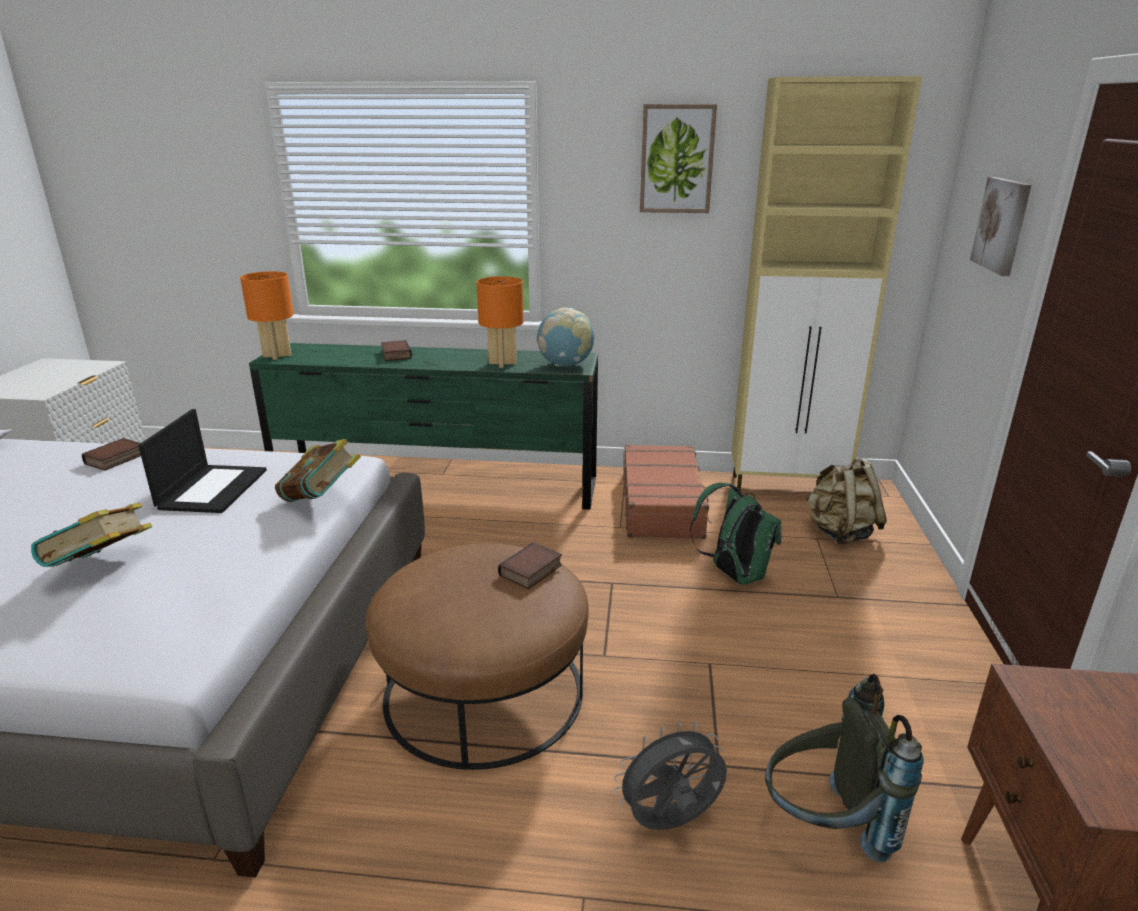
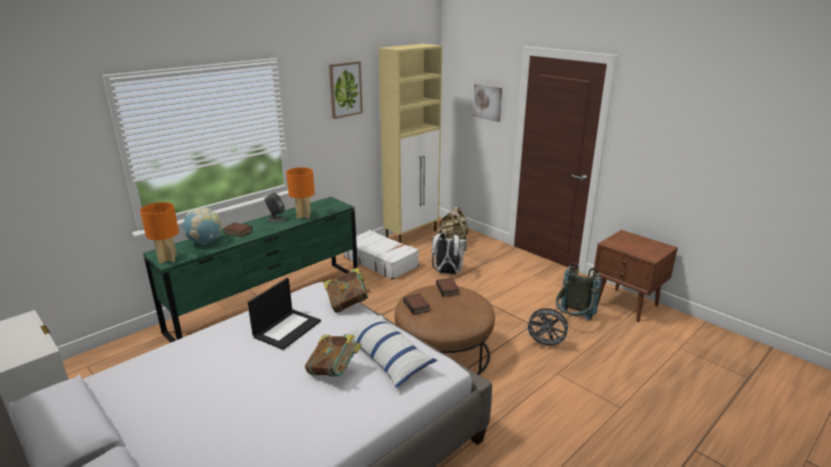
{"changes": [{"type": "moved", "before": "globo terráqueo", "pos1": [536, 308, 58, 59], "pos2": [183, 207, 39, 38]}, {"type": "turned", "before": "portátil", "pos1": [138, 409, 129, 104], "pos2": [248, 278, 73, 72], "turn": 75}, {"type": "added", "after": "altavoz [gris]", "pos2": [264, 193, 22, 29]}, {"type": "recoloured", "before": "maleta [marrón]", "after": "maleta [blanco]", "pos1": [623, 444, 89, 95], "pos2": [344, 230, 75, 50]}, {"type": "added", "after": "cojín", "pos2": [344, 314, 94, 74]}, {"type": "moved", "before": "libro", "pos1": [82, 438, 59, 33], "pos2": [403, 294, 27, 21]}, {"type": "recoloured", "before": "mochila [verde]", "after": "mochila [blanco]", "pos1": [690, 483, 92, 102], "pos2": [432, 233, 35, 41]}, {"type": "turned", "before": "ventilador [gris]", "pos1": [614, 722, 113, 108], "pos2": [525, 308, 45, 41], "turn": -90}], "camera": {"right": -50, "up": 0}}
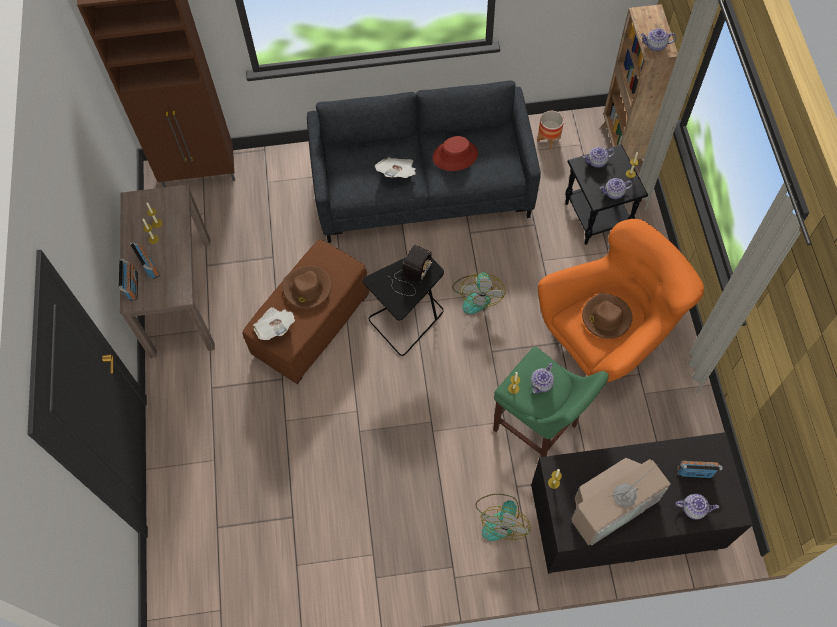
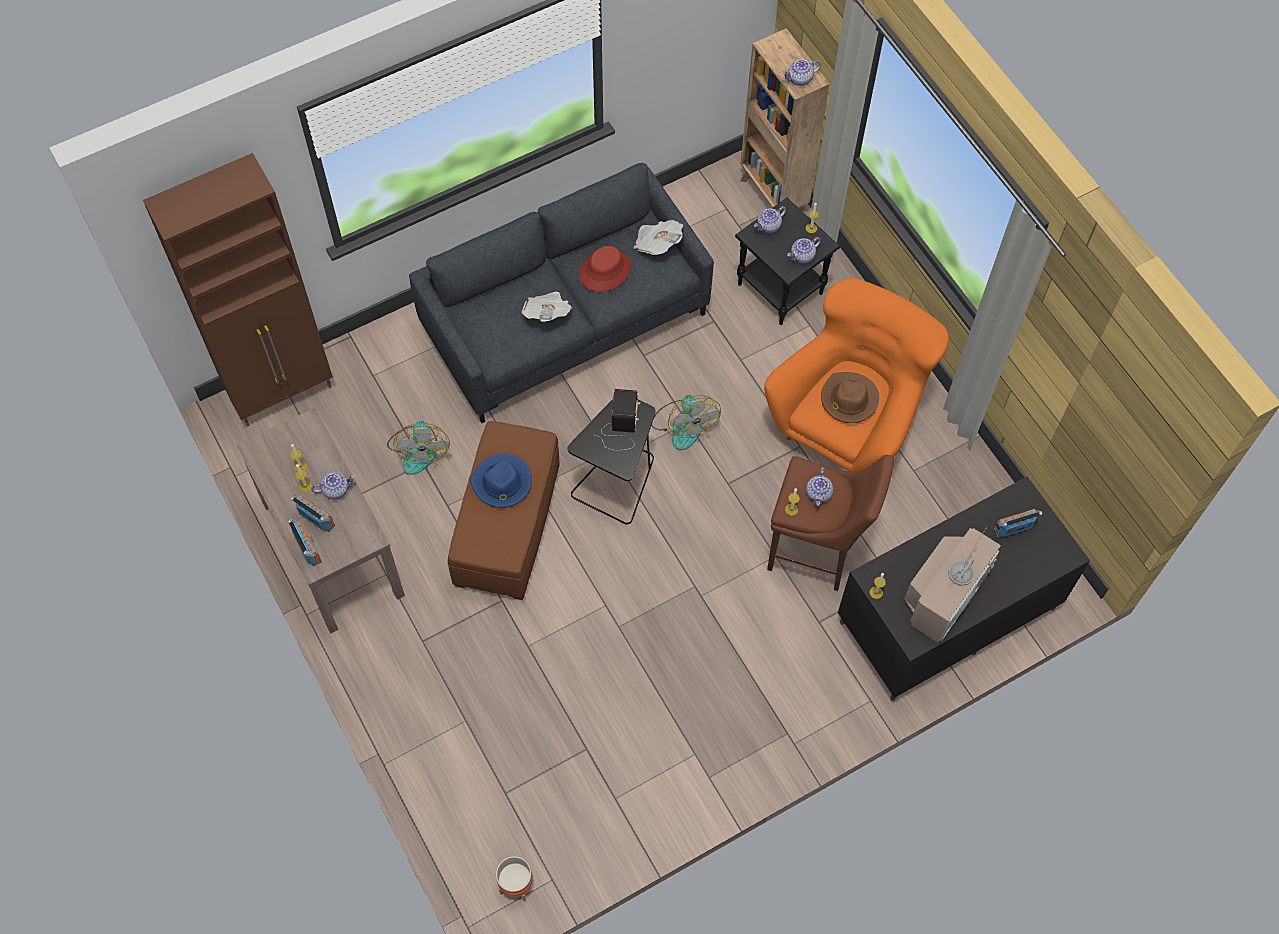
{"changes": [{"type": "moved", "before": "tetera", "pos1": [675, 494, 44, 26], "pos2": [311, 472, 45, 28]}, {"type": "moved", "before": "ventilador", "pos1": [475, 494, 56, 47], "pos2": [387, 421, 63, 54]}, {"type": "recoloured", "before": "sombrero [marrón]", "after": "sombrero [azul]", "pos1": [283, 265, 48, 44], "pos2": [470, 453, 62, 55]}, {"type": "moved", "before": "maceta", "pos1": [537, 111, 27, 38], "pos2": [496, 856, 37, 45]}, {"type": "moved", "before": "periódico", "pos1": [253, 307, 42, 33], "pos2": [634, 220, 49, 35]}, {"type": "recoloured", "before": "taburete [verde]", "after": "taburete [marrón]", "pos1": [493, 346, 116, 111], "pos2": [767, 455, 127, 136]}], "camera": {"right": -25, "up": 0}}
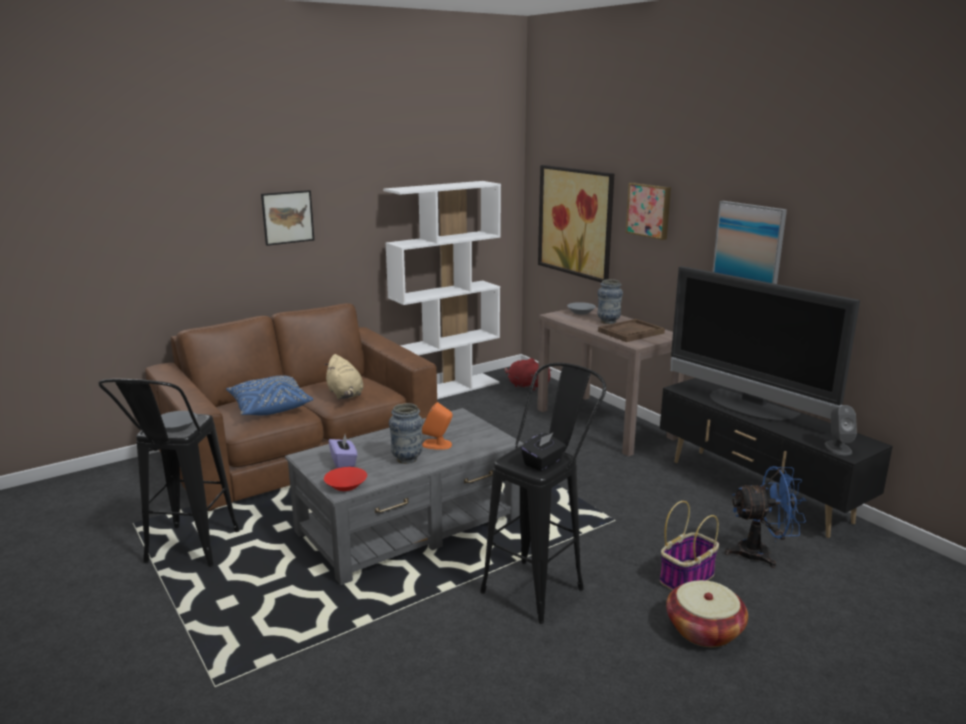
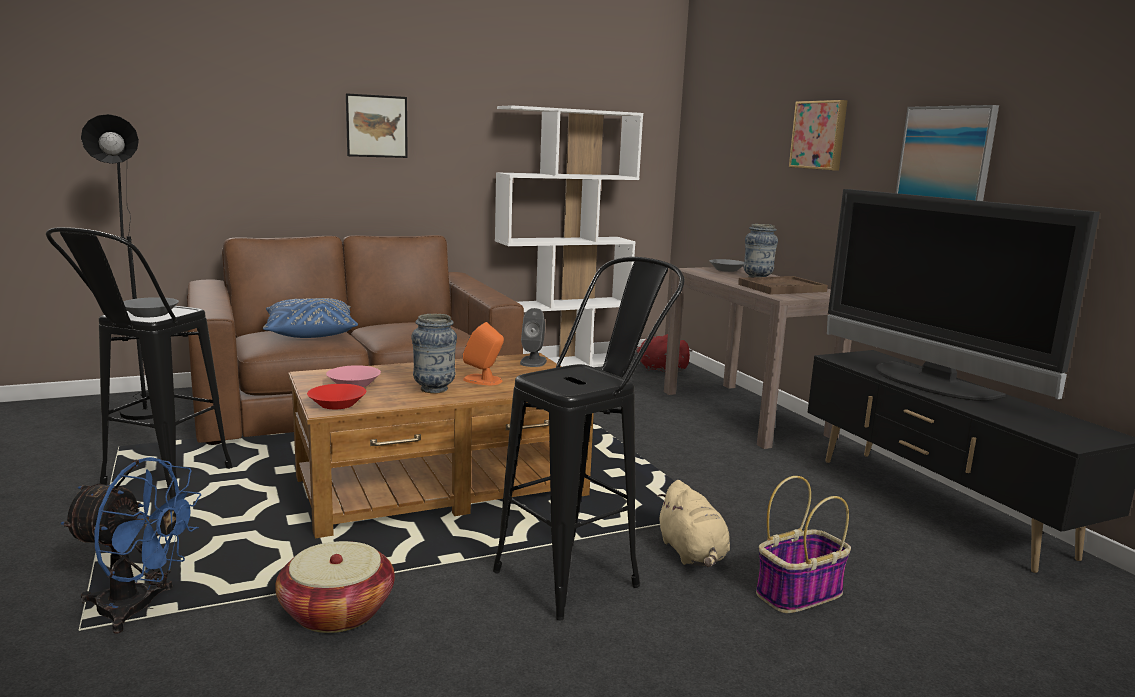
{"changes": [{"type": "moved", "before": "ventilador [azul]", "pos1": [724, 466, 83, 102], "pos2": [61, 457, 141, 177]}, {"type": "added", "after": "lámpara de pie [negro]", "pos2": [81, 114, 72, 306]}, {"type": "moved", "before": "cesta", "pos1": [666, 580, 82, 67], "pos2": [275, 541, 120, 92]}, {"type": "recoloured", "before": "mesa de centro [gris]", "after": "mesa de centro [marrón]", "pos1": [285, 408, 239, 177], "pos2": [289, 353, 305, 185]}, {"type": "replaced", "before": "caja de pañuelos [morado]", "after": "cuenco [rosa]", "pos1": [329, 435, 29, 33], "pos2": [326, 365, 55, 22]}, {"type": "moved", "before": "altavoz [gris]", "pos1": [825, 405, 32, 50], "pos2": [520, 308, 27, 59]}, {"type": "moved", "before": "peluche [beis]", "pos1": [325, 354, 38, 45], "pos2": [657, 480, 73, 87]}, {"type": "removed", "before": "caja de pañuelos [negro]", "pos1": [521, 433, 45, 38]}, {"type": "removed", "before": "cuadro", "pos1": [538, 165, 76, 118]}], "camera": {"right": 10, "up": -5}}
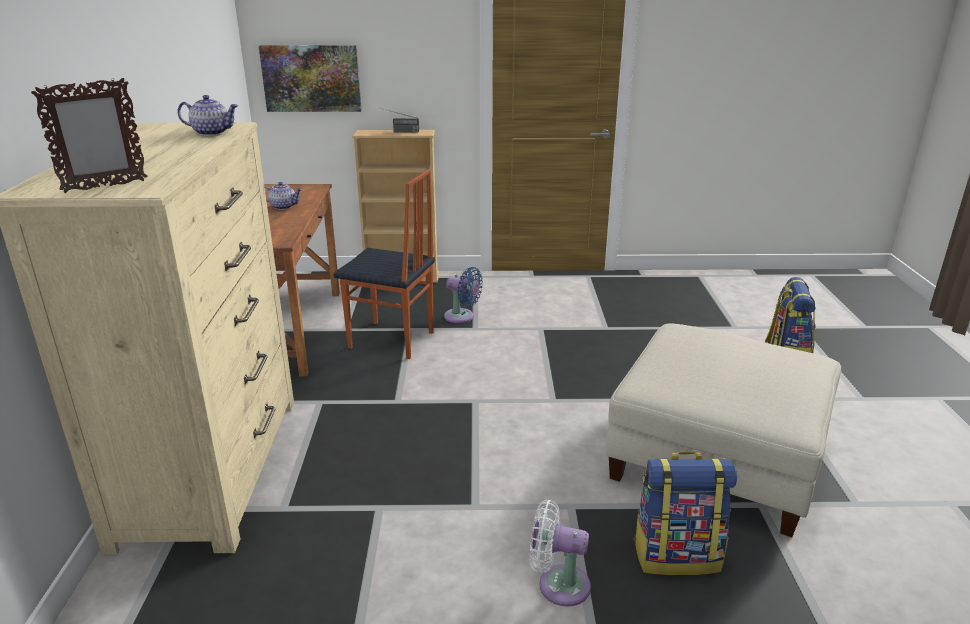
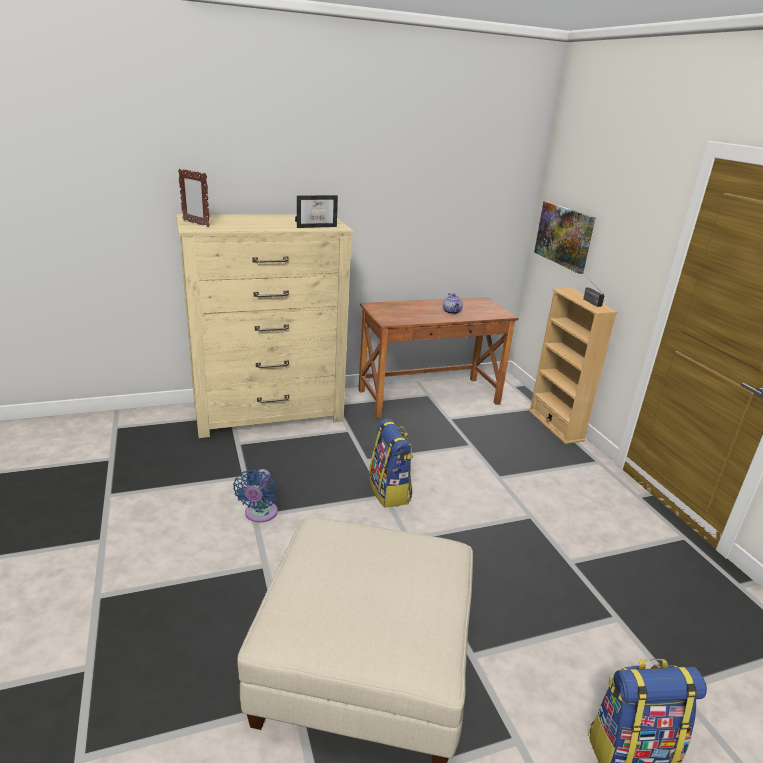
{"changes": [{"type": "moved", "before": "ventilador [azul]", "pos1": [444, 267, 39, 56], "pos2": [233, 469, 45, 53]}, {"type": "replaced", "before": "tetera", "after": "portarretratos", "pos1": [178, 95, 60, 41], "pos2": [295, 195, 43, 33]}, {"type": "moved", "before": "mochila", "pos1": [634, 452, 103, 123], "pos2": [369, 419, 44, 89]}, {"type": "removed", "before": "silla", "pos1": [333, 169, 102, 190]}, {"type": "removed", "before": "ventilador [blanco]", "pos1": [530, 500, 61, 107]}], "camera": {"right": 70, "up": 0}}
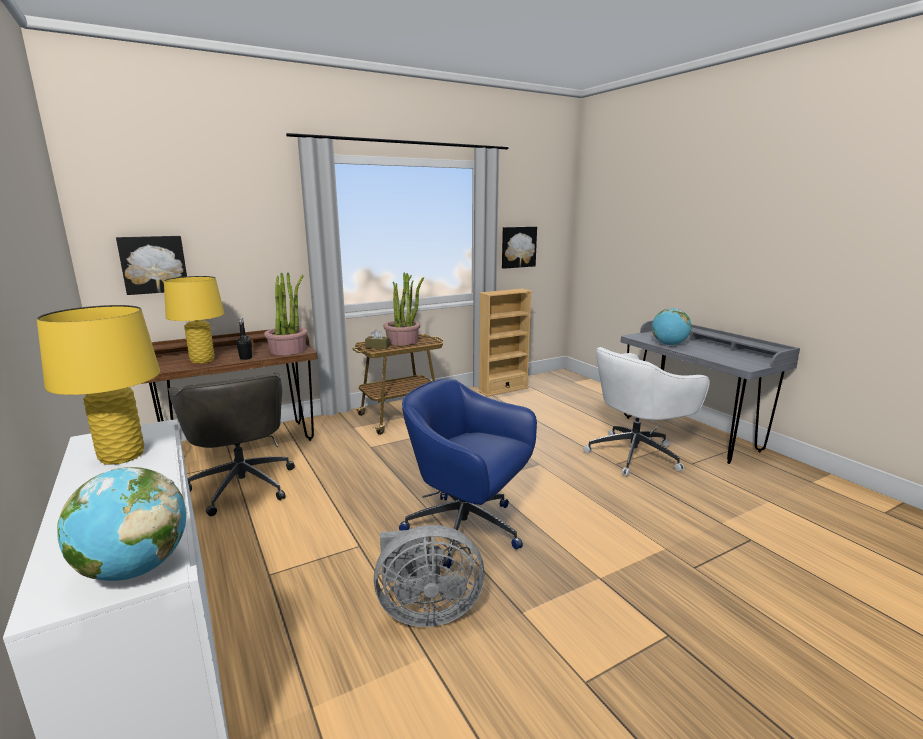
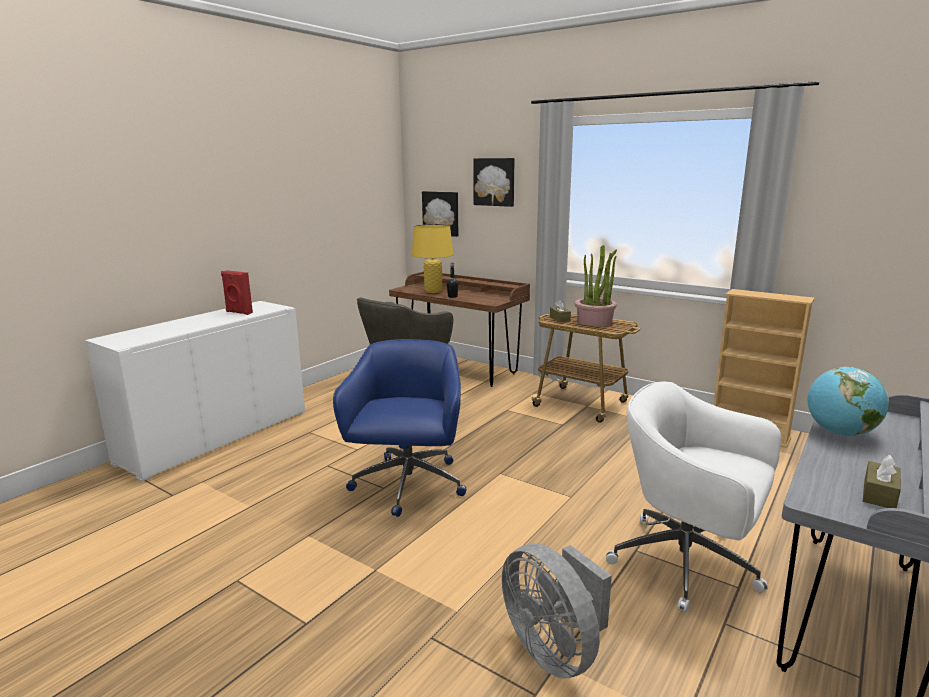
{"changes": [{"type": "replaced", "before": "lámpara de mesa [amarillo]", "after": "altavoz [rojo]", "pos1": [37, 305, 123, 159], "pos2": [221, 270, 32, 45]}, {"type": "moved", "before": "cuadro", "pos1": [502, 226, 35, 43], "pos2": [473, 158, 42, 49]}, {"type": "moved", "before": "ventilador [gris]", "pos1": [374, 525, 110, 102], "pos2": [502, 544, 110, 135]}, {"type": "added", "after": "caja de pañuelos [marrón]", "pos2": [863, 455, 38, 53]}, {"type": "removed", "before": "globo terráqueo", "pos1": [57, 467, 129, 114]}, {"type": "removed", "before": "planta en maceta", "pos1": [264, 273, 44, 82]}], "camera": {"right": 65, "up": 0}}
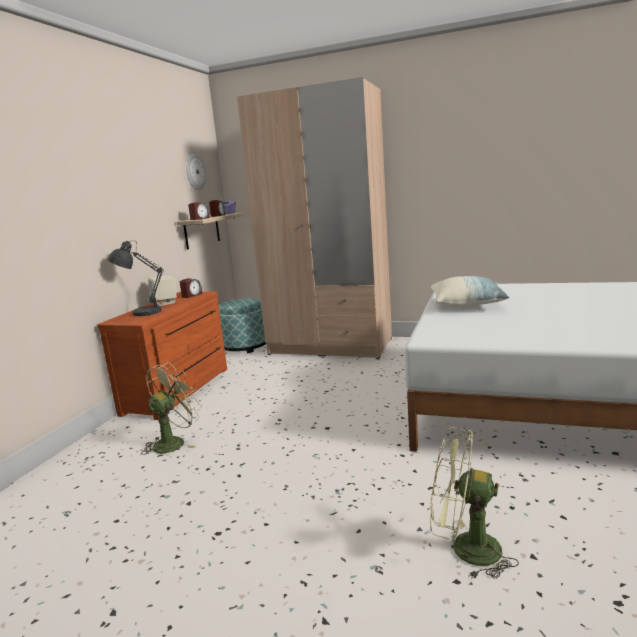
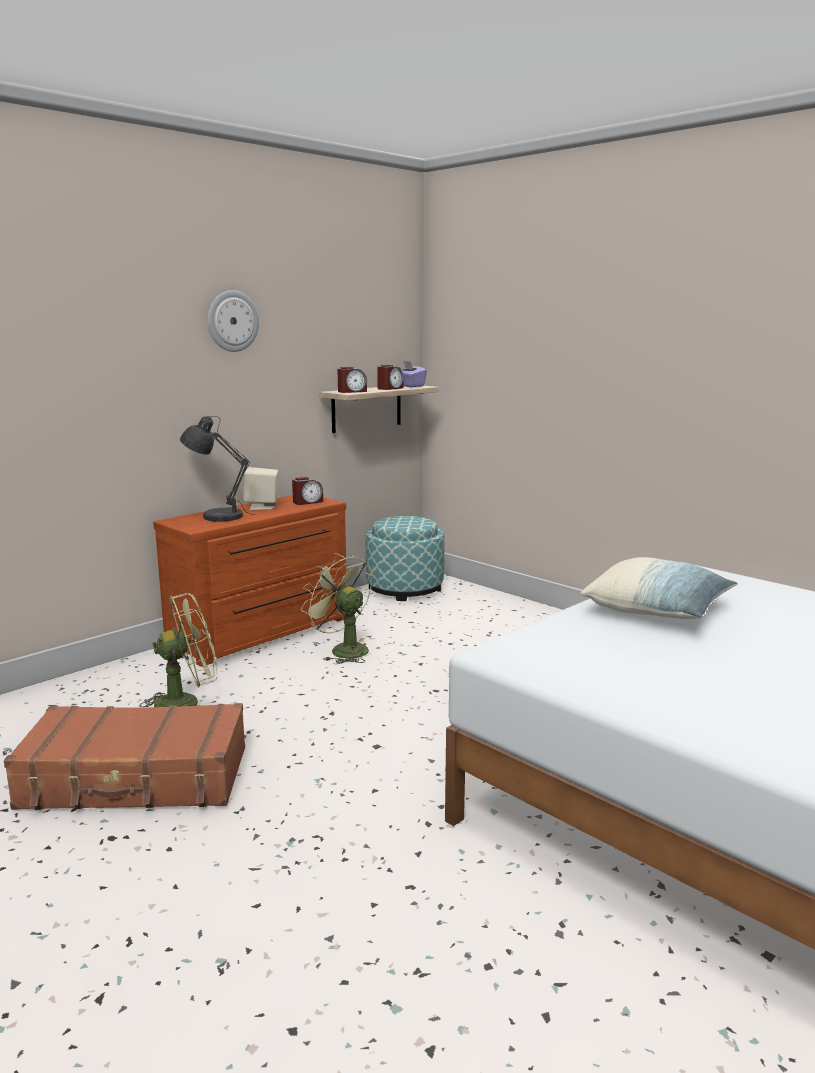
{"changes": [{"type": "added", "after": "maleta [marrón]", "pos2": [4, 703, 241, 107]}, {"type": "moved", "before": "reloj de pared", "pos1": [186, 154, 20, 36], "pos2": [208, 290, 51, 62]}, {"type": "moved", "before": "ventilador [verde]", "pos1": [430, 427, 89, 152], "pos2": [301, 553, 71, 111]}, {"type": "removed", "before": "armario ropero [beis]", "pos1": [237, 77, 155, 282]}], "camera": {"right": 25, "up": 0}}
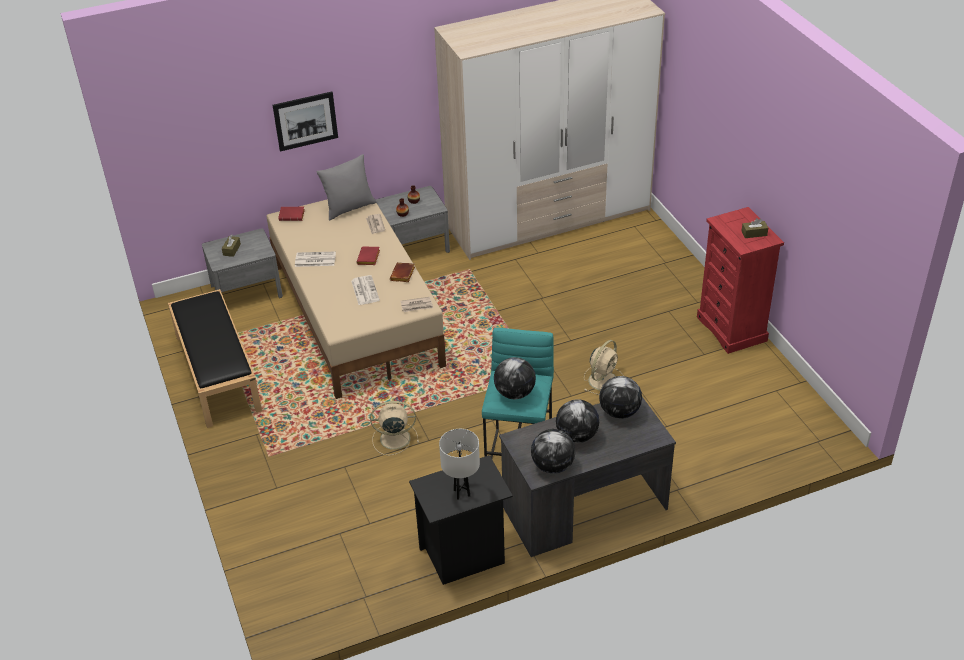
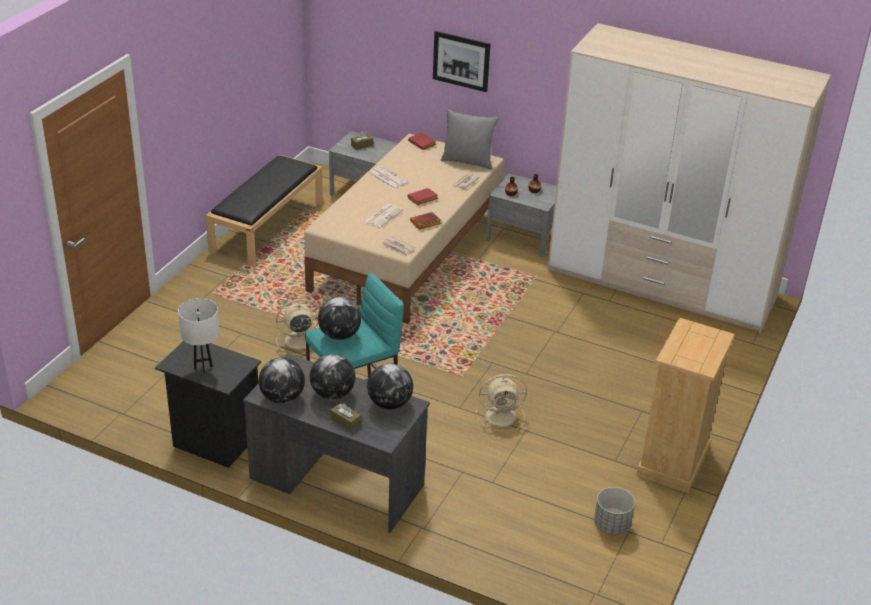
{"changes": [{"type": "turned", "before": "ventilador [beis]", "pos1": [370, 401, 49, 55], "pos2": [276, 299, 43, 56], "turn": -60}, {"type": "moved", "before": "caja de pañuelos [marrón]", "pos1": [741, 218, 27, 20], "pos2": [330, 403, 31, 28]}, {"type": "added", "after": "maceta [gris]", "pos2": [594, 487, 41, 48]}, {"type": "recoloured", "before": "cómoda [rojo]", "after": "cómoda [beis]", "pos1": [697, 207, 87, 147], "pos2": [636, 318, 99, 175]}], "camera": {"right": 45, "up": -5}}
